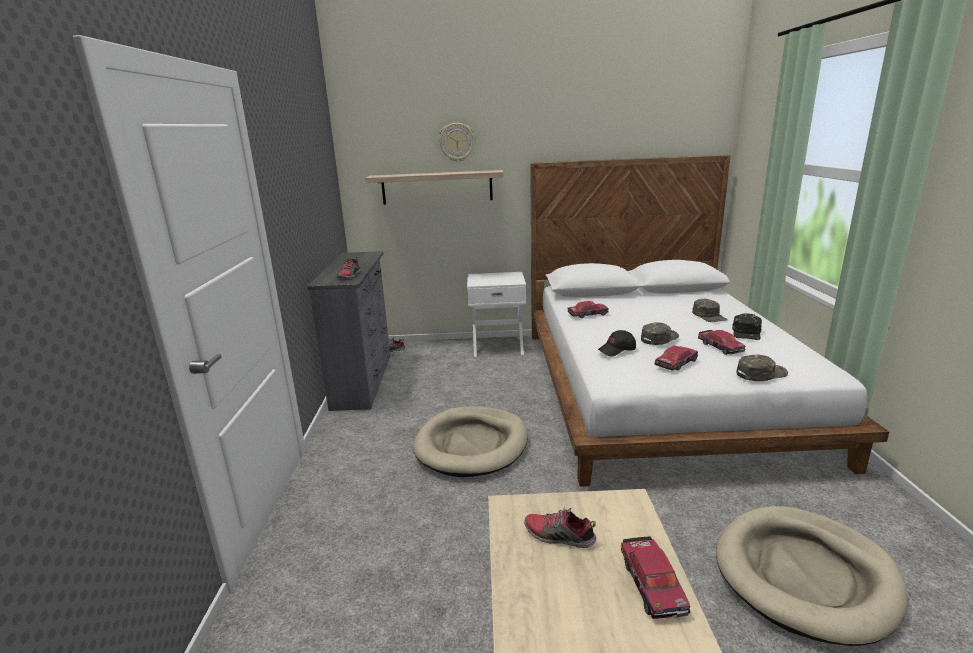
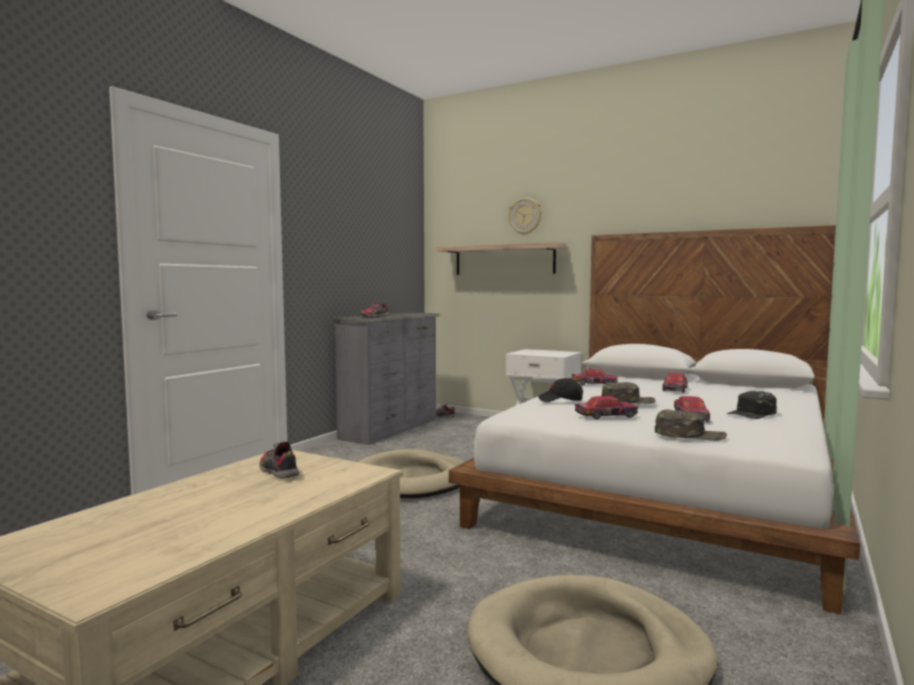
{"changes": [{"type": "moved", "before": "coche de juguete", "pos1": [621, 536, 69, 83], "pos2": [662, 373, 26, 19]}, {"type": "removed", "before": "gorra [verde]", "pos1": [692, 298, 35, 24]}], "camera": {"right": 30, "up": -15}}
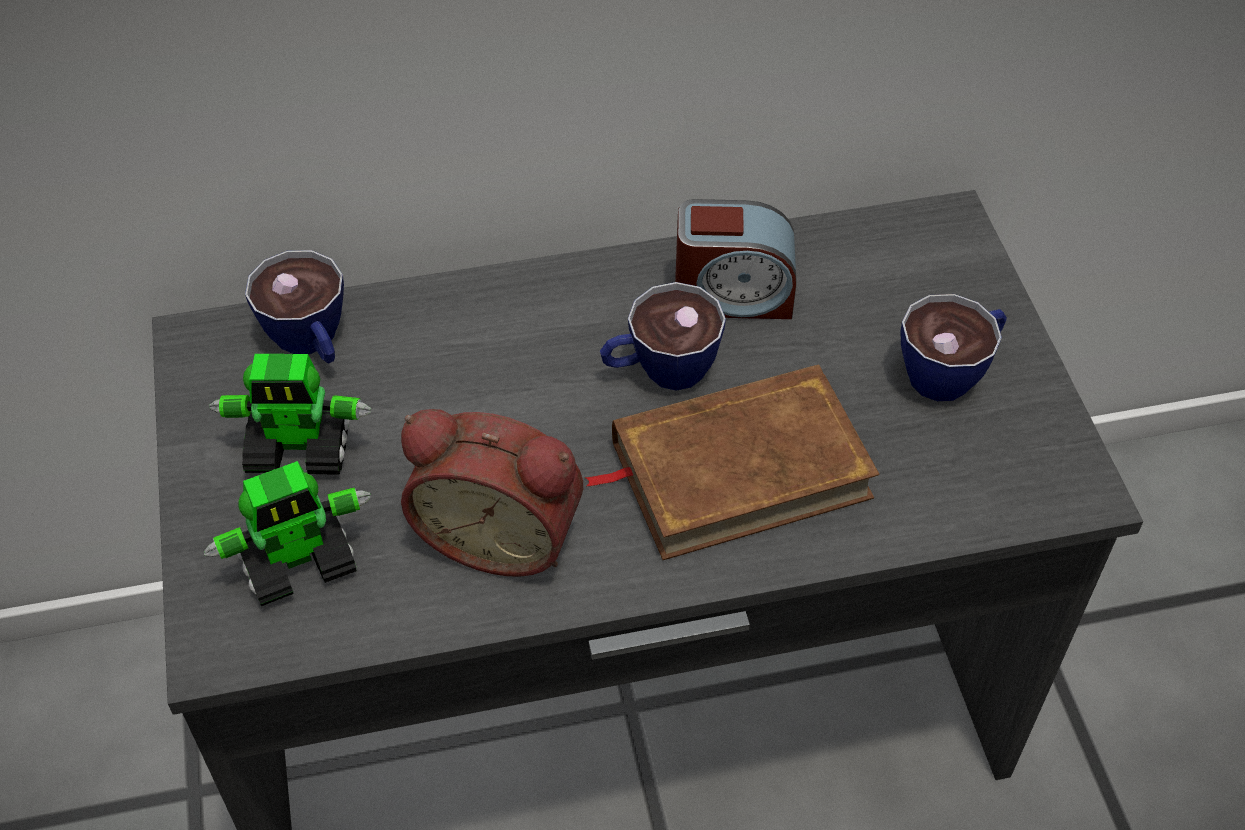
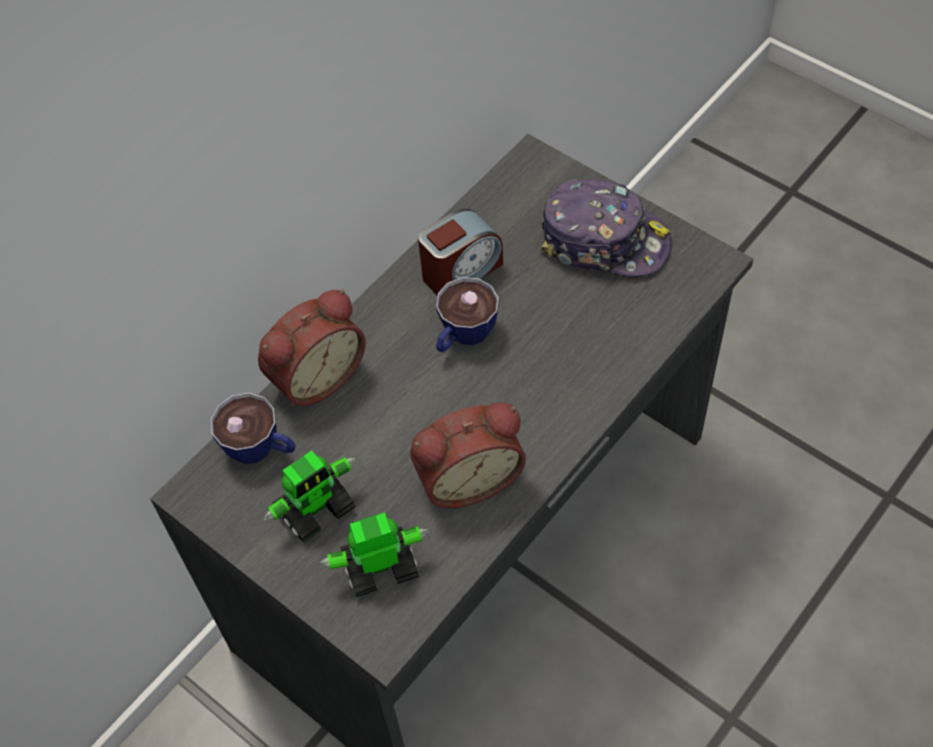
{"changes": [{"type": "added", "after": "despertador", "pos2": [258, 289, 108, 118]}, {"type": "turned", "before": "robot de juguete", "pos1": [204, 461, 167, 145], "pos2": [320, 512, 109, 85], "turn": -135}, {"type": "replaced", "before": "taza", "after": "gorra", "pos1": [901, 294, 106, 107], "pos2": [541, 178, 131, 98]}, {"type": "removed", "before": "libro [marrón]", "pos1": [585, 365, 294, 195]}], "camera": {"right": -35, "up": 5}}
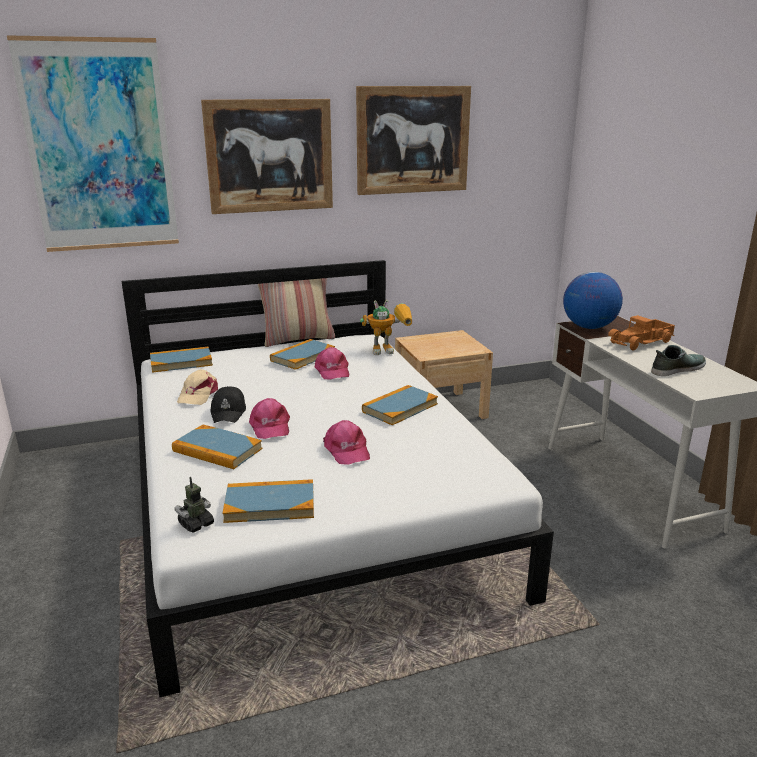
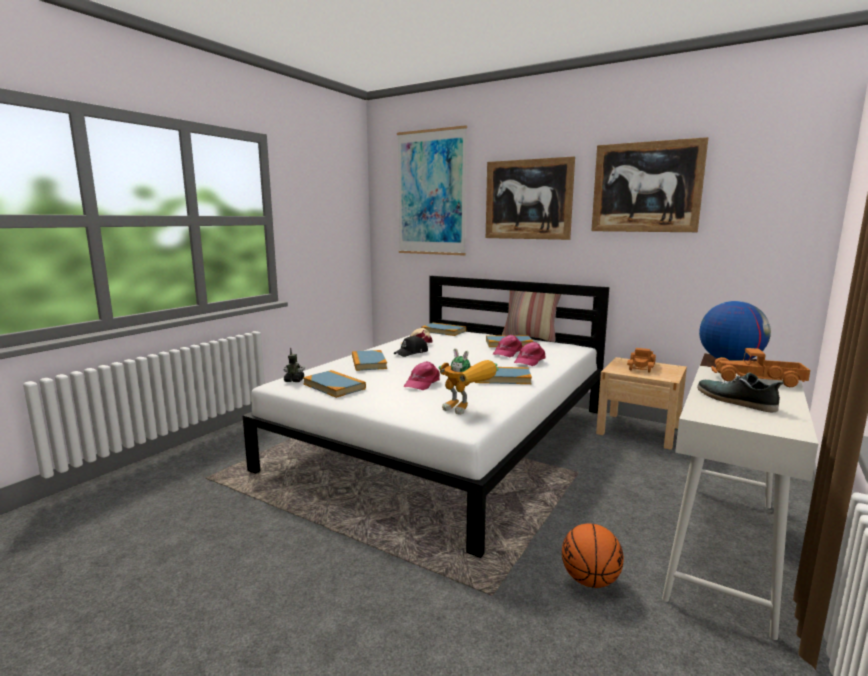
{"changes": [{"type": "moved", "before": "robot de juguete", "pos1": [360, 300, 52, 55], "pos2": [439, 348, 60, 67]}, {"type": "moved", "before": "gorra [rosa]", "pos1": [249, 398, 41, 41], "pos2": [514, 342, 31, 24]}, {"type": "added", "after": "balón de baloncesto", "pos2": [562, 523, 62, 65]}, {"type": "added", "after": "camión de juguete", "pos2": [627, 348, 29, 25]}, {"type": "turned", "before": "zapato", "pos1": [651, 345, 55, 31], "pos2": [697, 372, 87, 40], "turn": -150}], "camera": {"right": 50, "up": -10}}
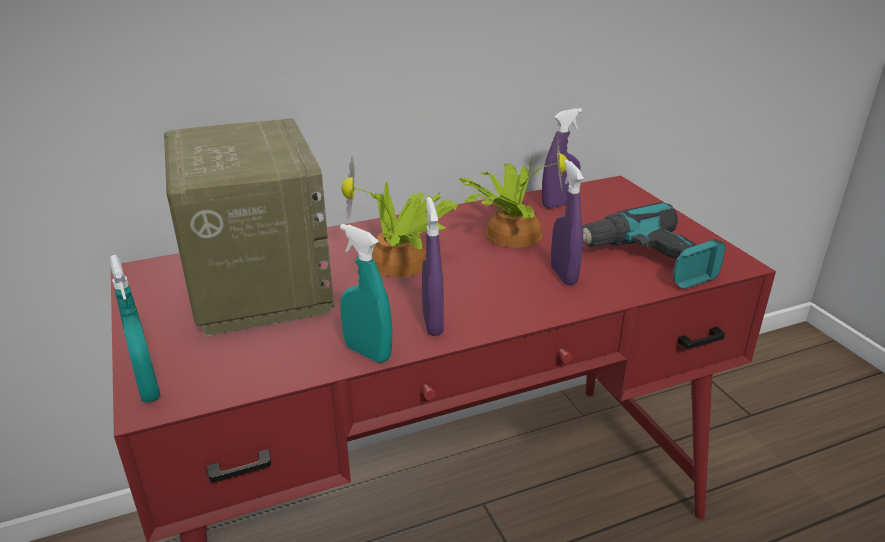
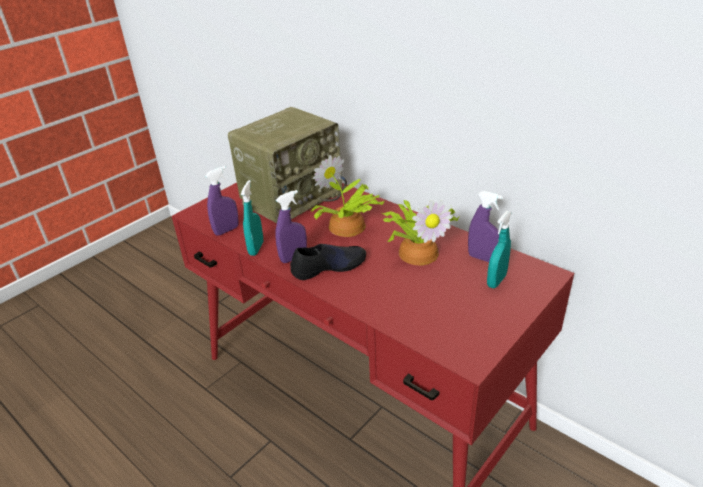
{"changes": [{"type": "moved", "before": "pulverizador [morado]", "pos1": [551, 160, 33, 125], "pos2": [205, 166, 34, 70]}, {"type": "added", "after": "zapato [negro]", "pos2": [290, 244, 76, 36]}, {"type": "moved", "before": "pulverizador [turquesa]", "pos1": [110, 255, 50, 147], "pos2": [487, 211, 25, 77]}, {"type": "removed", "before": "taladro", "pos1": [583, 202, 143, 87]}], "camera": {"right": 65, "up": 5}}
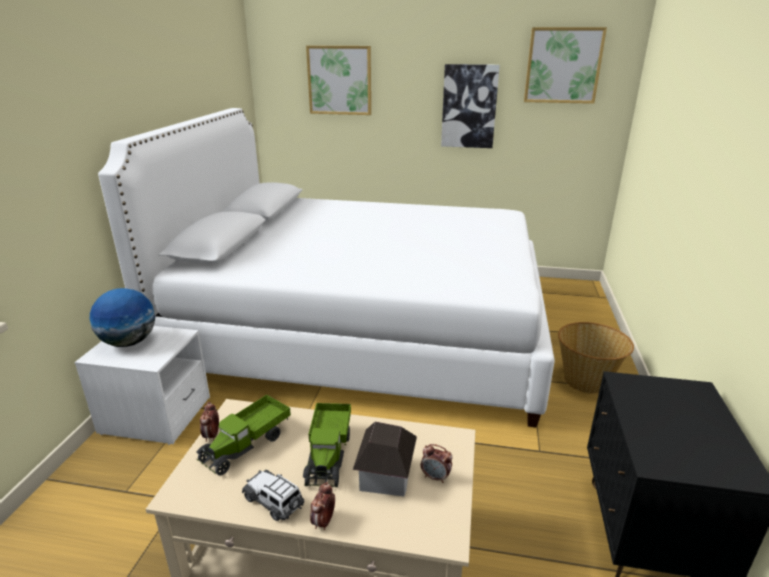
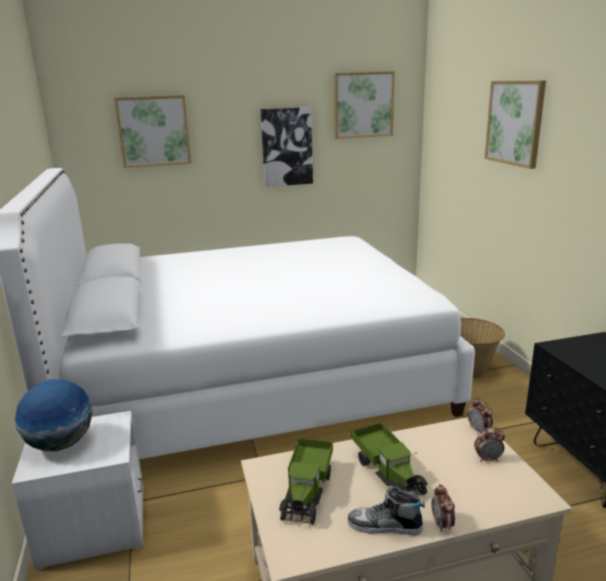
{"changes": [{"type": "replaced", "before": "coche de juguete", "after": "zapato", "pos1": [242, 470, 62, 51], "pos2": [348, 486, 77, 50]}, {"type": "moved", "before": "despertador", "pos1": [200, 402, 19, 40], "pos2": [468, 398, 25, 34]}, {"type": "added", "after": "cuadro", "pos2": [485, 80, 61, 89]}, {"type": "removed", "before": "casita", "pos1": [353, 421, 64, 75]}], "camera": {"right": -25, "up": -5}}
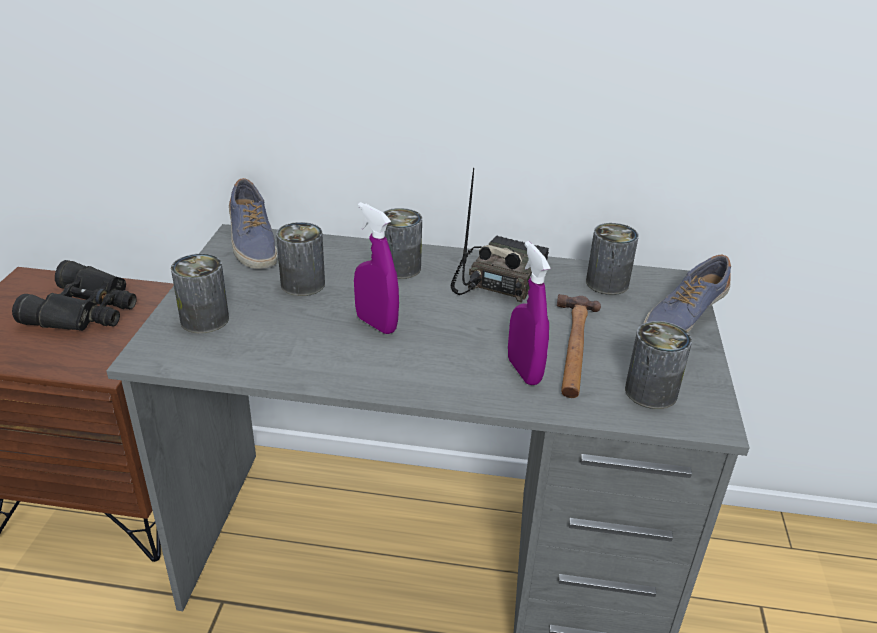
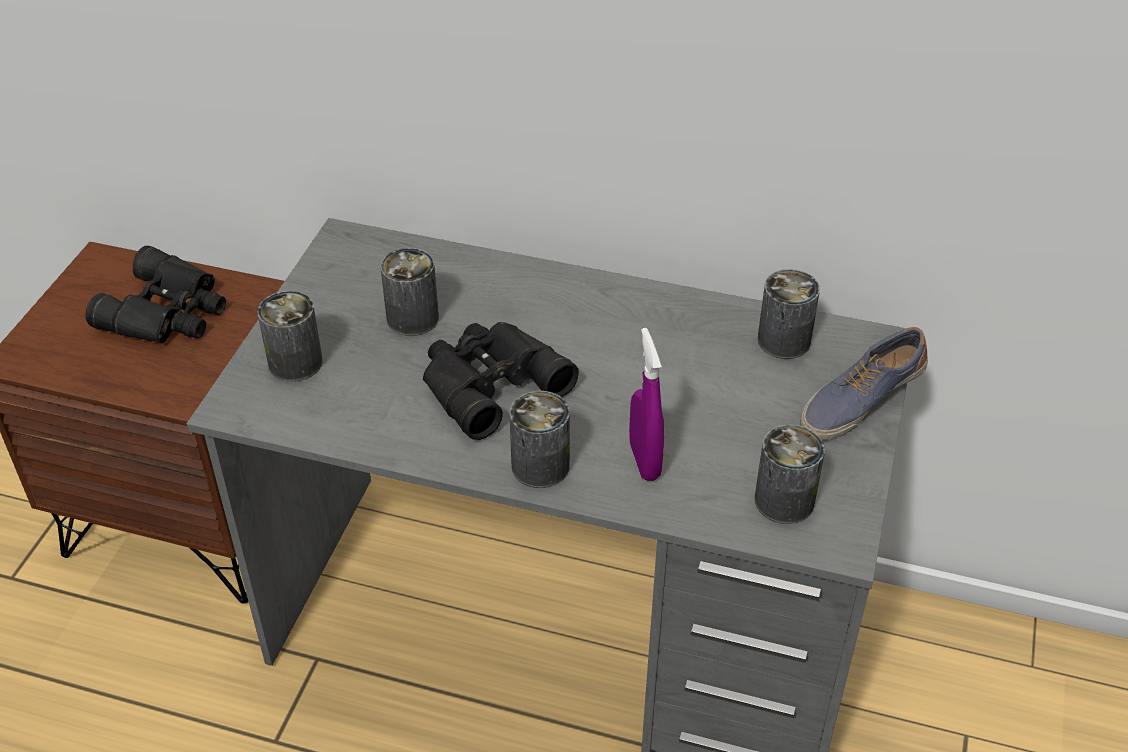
{"changes": [{"type": "replaced", "before": "pulverizador [morado]", "after": "prismáticos [negro]", "pos1": [354, 202, 45, 132], "pos2": [423, 322, 156, 118]}, {"type": "moved", "before": "lata", "pos1": [383, 208, 39, 71], "pos2": [509, 391, 61, 97]}, {"type": "removed", "before": "zapato", "pos1": [229, 178, 49, 91]}, {"type": "removed", "before": "radio", "pos1": [450, 168, 99, 135]}, {"type": "removed", "before": "martillo", "pos1": [557, 294, 44, 104]}], "camera": {"right": 10, "up": 10}}
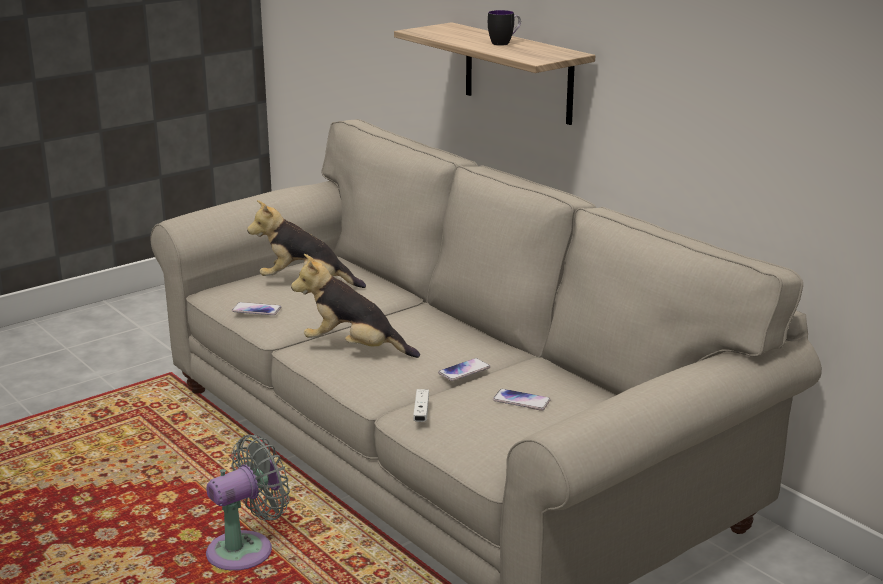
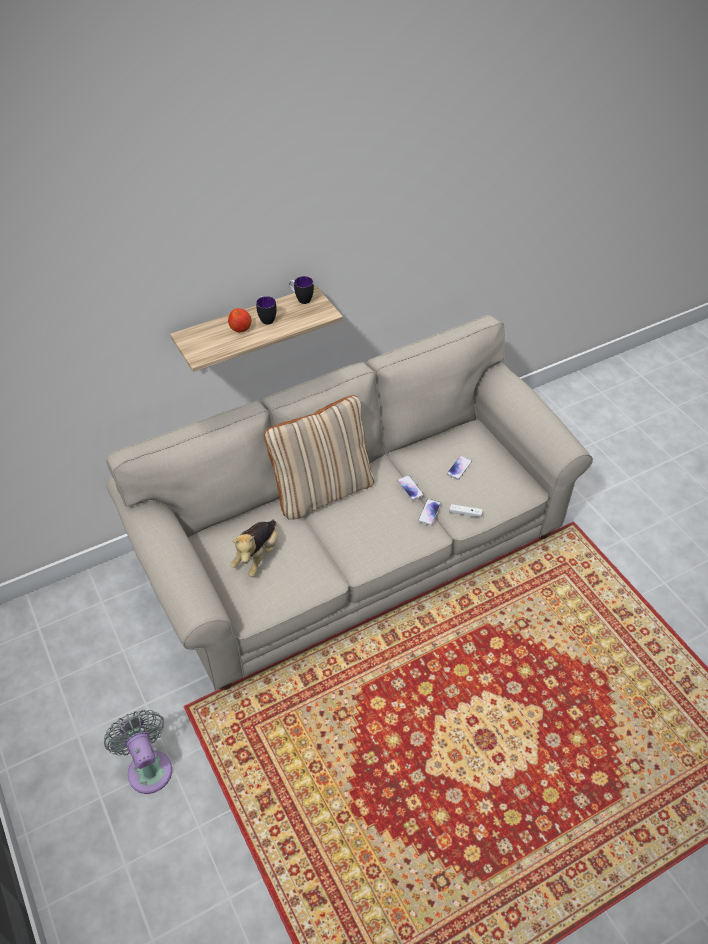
{"changes": [{"type": "moved", "before": "ventilador [gris]", "pos1": [206, 435, 84, 136], "pos2": [104, 710, 68, 84]}, {"type": "added", "after": "manzana", "pos2": [228, 308, 23, 24]}, {"type": "added", "after": "cojín [beis]", "pos2": [264, 395, 111, 125]}, {"type": "added", "after": "taza grande", "pos2": [289, 276, 25, 28]}, {"type": "moved", "before": "móvil", "pos1": [232, 302, 49, 13], "pos2": [418, 499, 23, 26]}, {"type": "removed", "before": "peluche", "pos1": [291, 254, 129, 104]}], "camera": {"right": -80, "up": 25}}
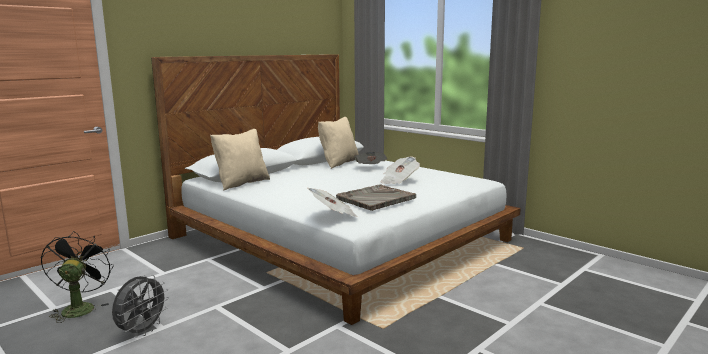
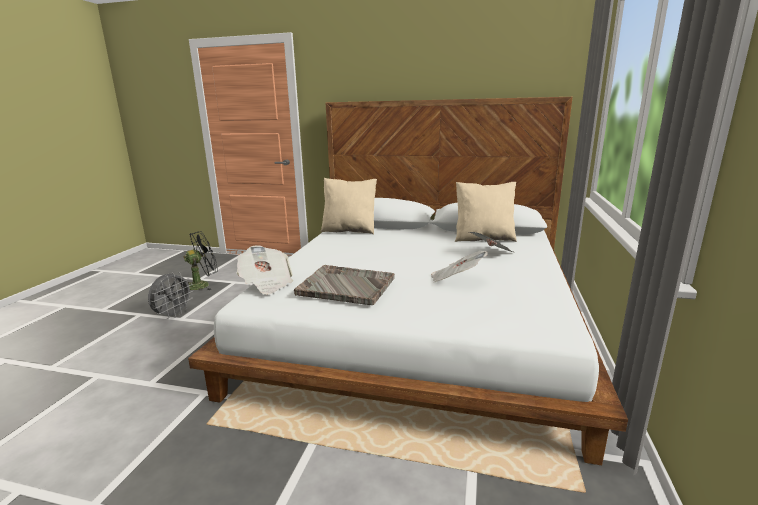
{"changes": [{"type": "turned", "before": "ventilador [gris]", "pos1": [112, 275, 57, 63], "pos2": [148, 272, 46, 47], "turn": -60}], "camera": {"right": 60, "up": 5}}
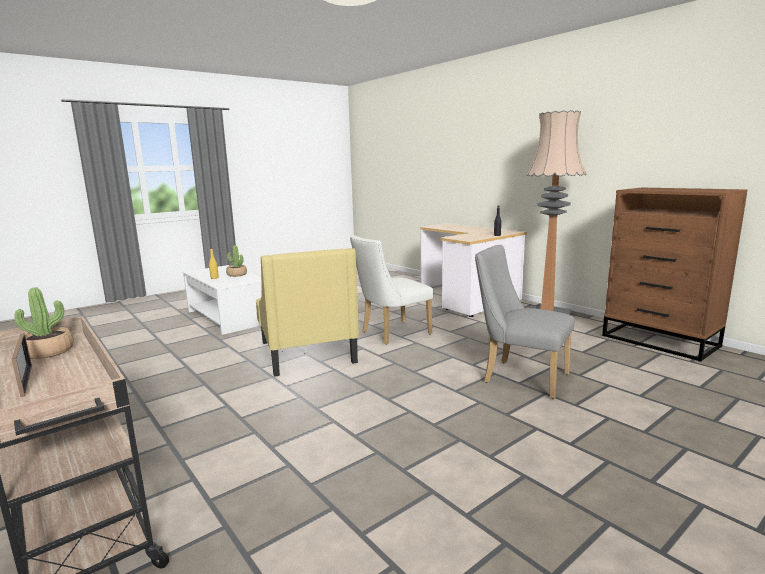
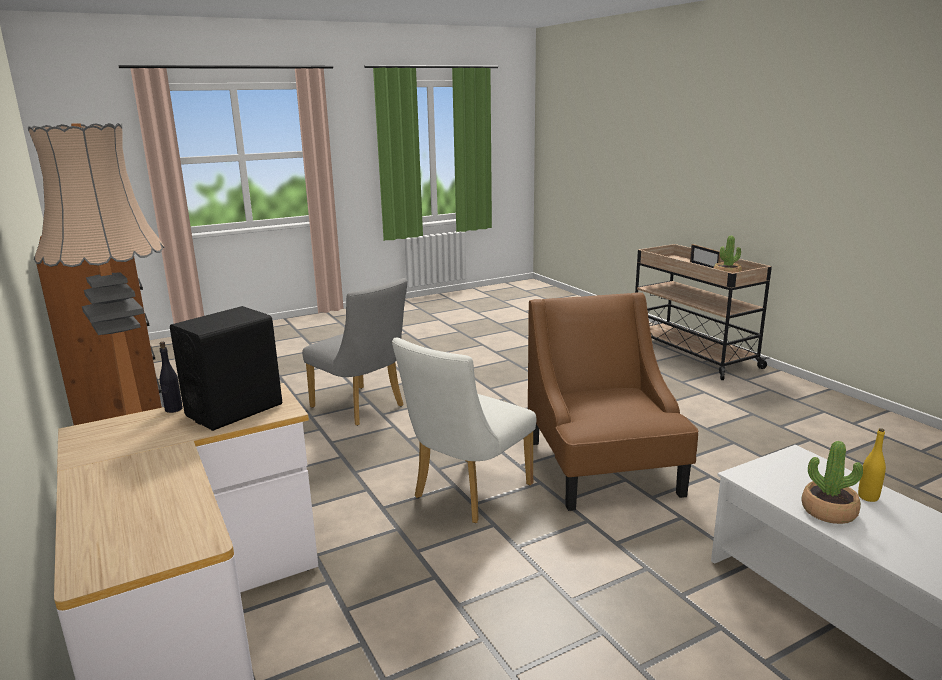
{"changes": [{"type": "added", "after": "altavoz [negro]", "pos2": [170, 306, 112, 125]}, {"type": "turned", "before": "silla [blanco]", "pos1": [350, 235, 83, 110], "pos2": [392, 337, 144, 186], "turn": 150}, {"type": "recoloured", "before": "sillón [amarillo]", "after": "sillón [marrón]", "pos1": [256, 248, 103, 129], "pos2": [528, 292, 171, 219]}], "camera": {"right": -170, "up": 5}}
